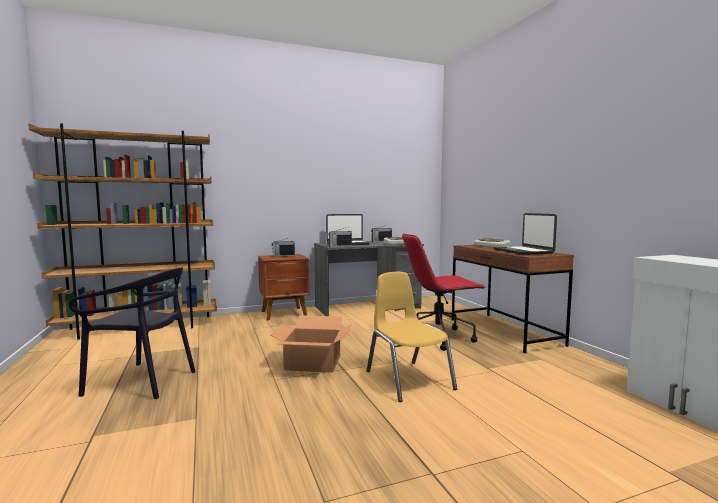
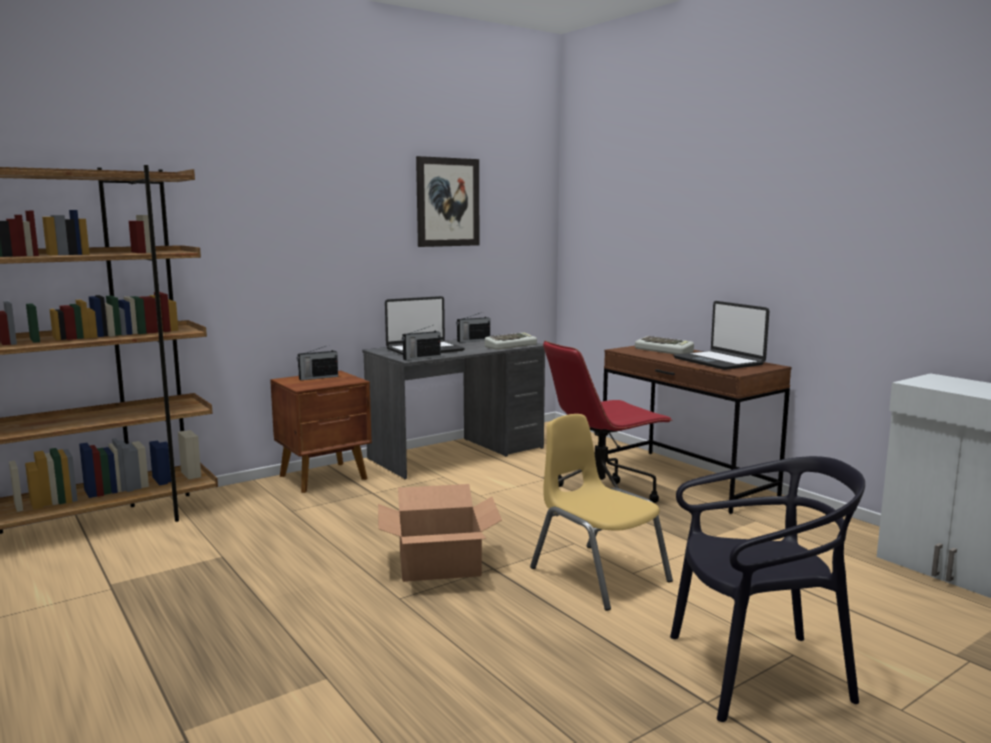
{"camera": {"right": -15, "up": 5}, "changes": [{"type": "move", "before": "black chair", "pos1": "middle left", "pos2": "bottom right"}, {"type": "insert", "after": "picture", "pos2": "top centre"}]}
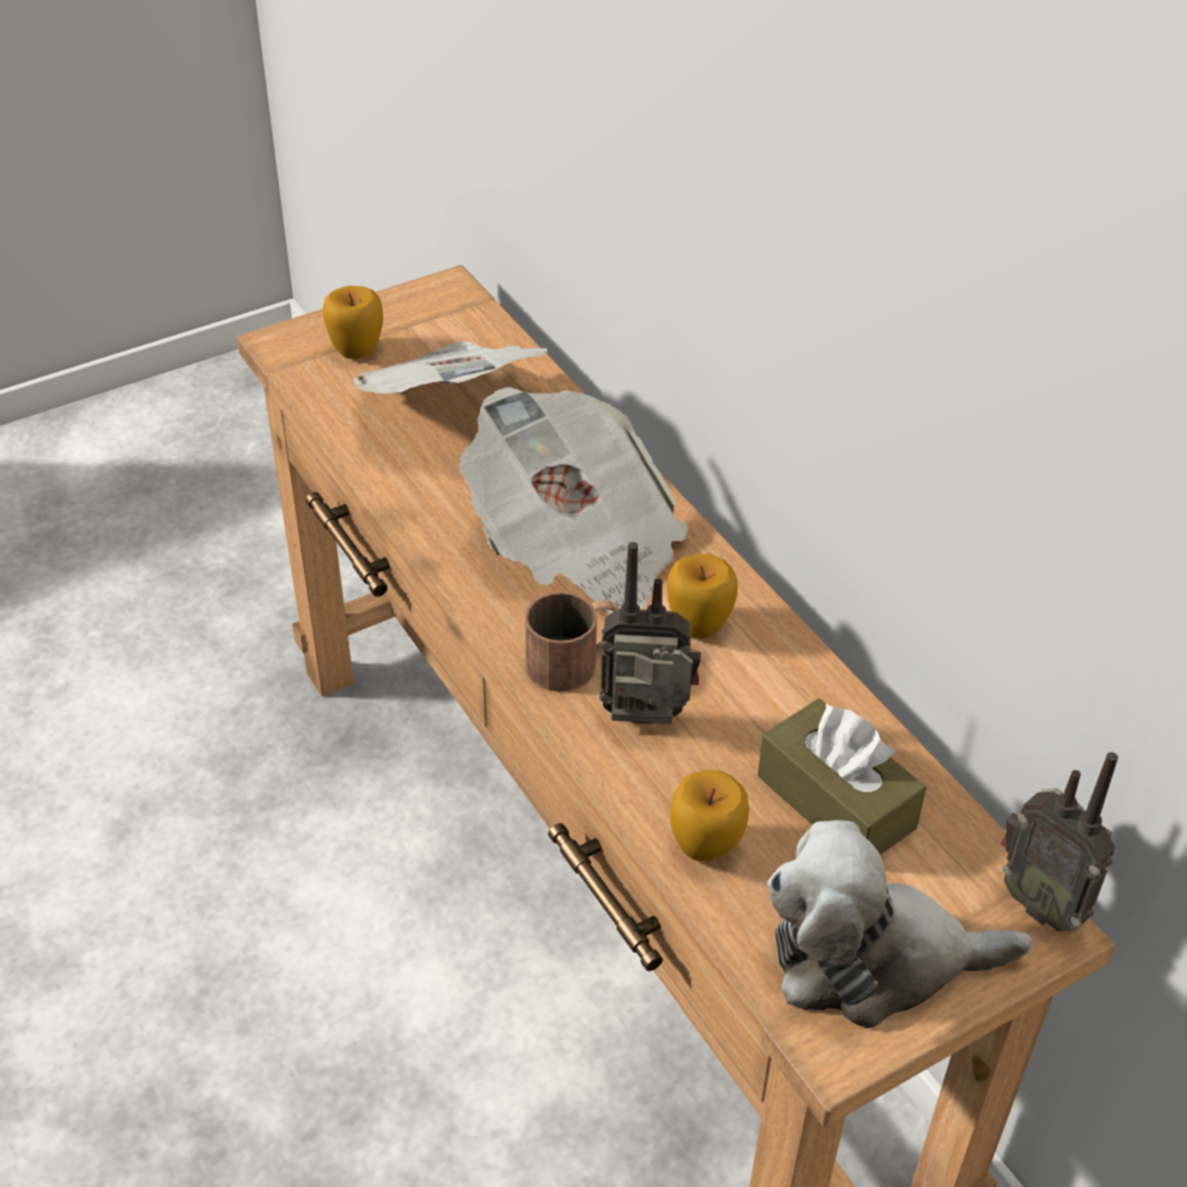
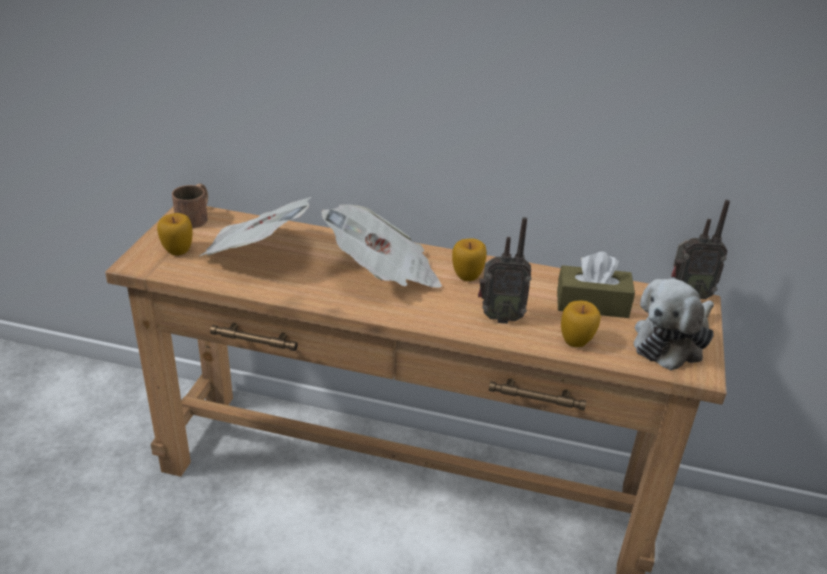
{"camera": {"right": -45, "up": -10}, "changes": [{"type": "move", "before": "brown mug", "pos1": "centre", "pos2": "middle left"}, {"type": "rotate", "before": "radio (1st from left)", "pos1": "centre", "pos2": "centre", "turn": -135}]}
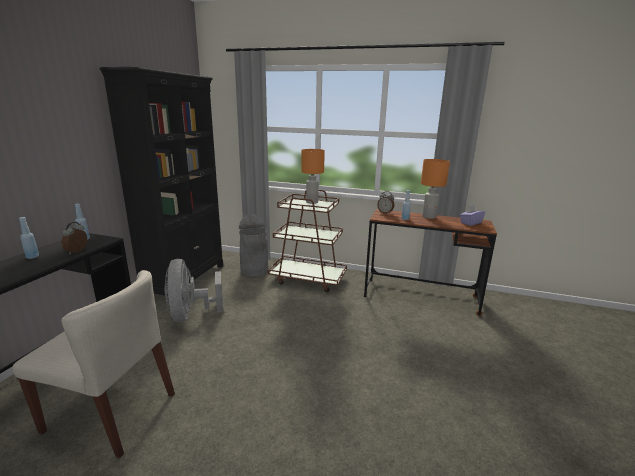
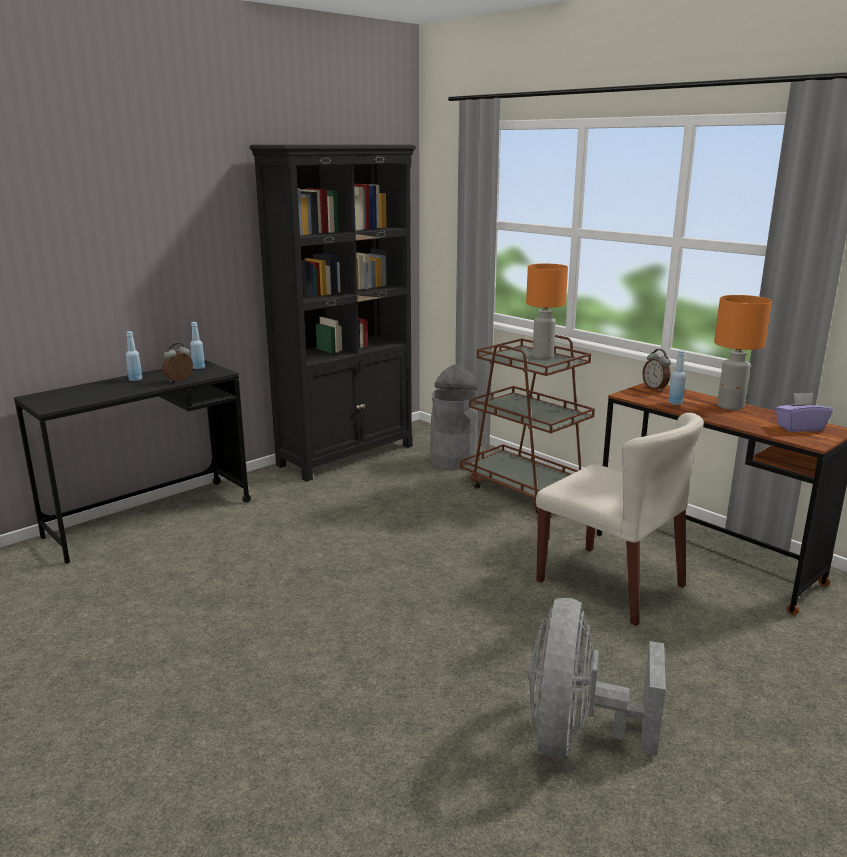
{"camera": {"right": 30, "up": 0}, "changes": [{"type": "move", "before": "beige chair", "pos1": "bottom left", "pos2": "middle right"}, {"type": "move", "before": "grey fan", "pos1": "middle left", "pos2": "bottom right"}]}
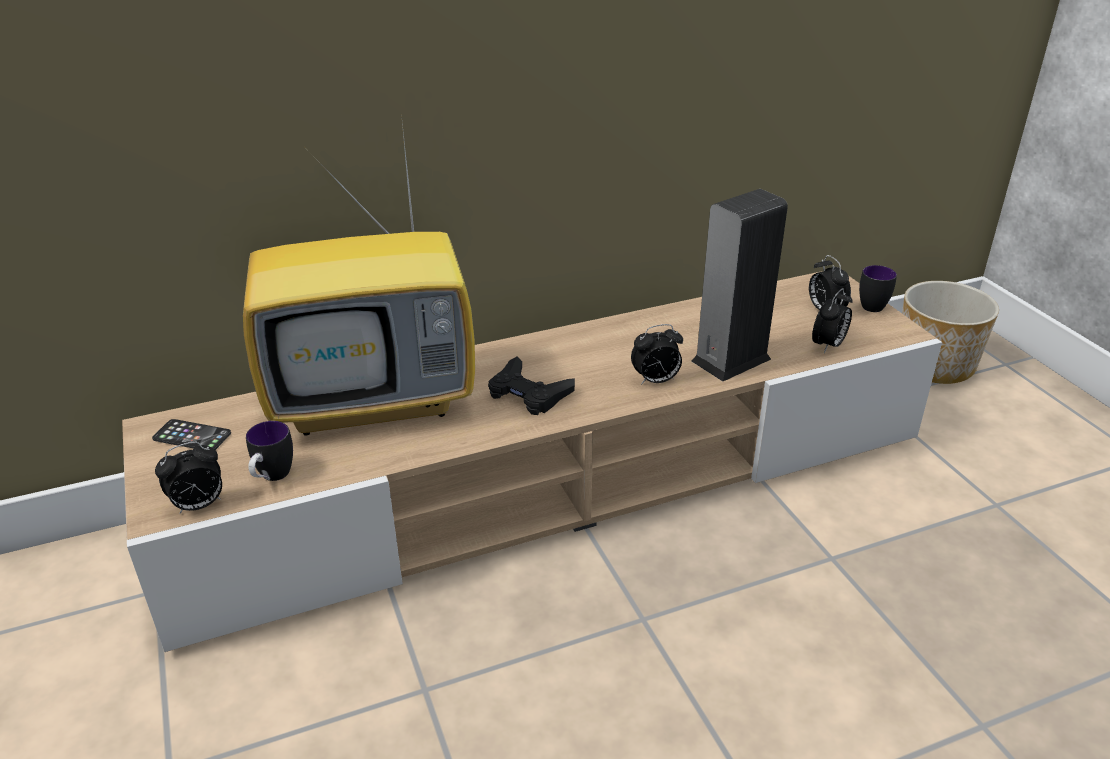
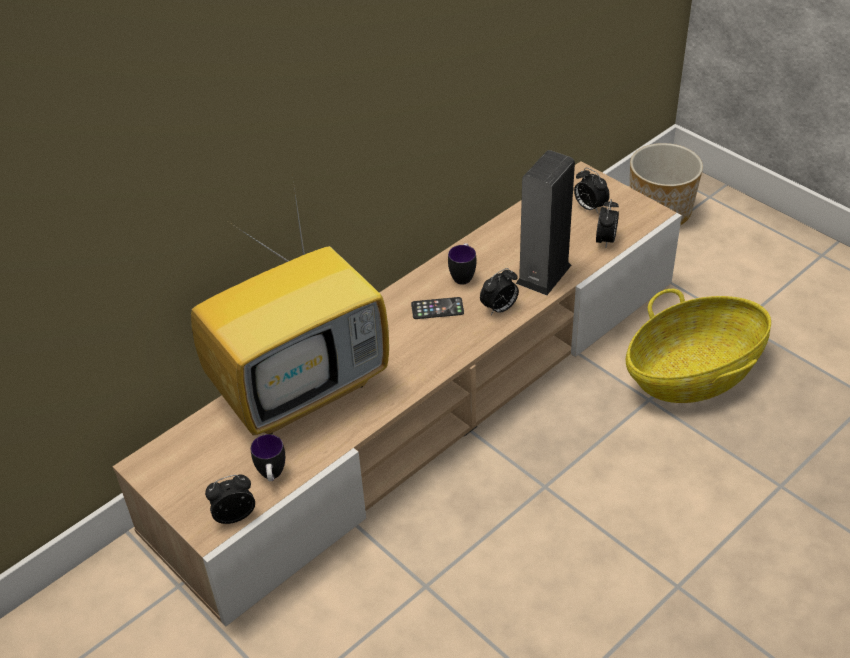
{"camera": {"right": -20, "up": 10}, "changes": [{"type": "move", "before": "phone", "pos1": "middle left", "pos2": "centre"}, {"type": "rotate", "before": "alarm clock (1st from left)", "pos1": "middle left", "pos2": "bottom left", "turn": -150}, {"type": "delete", "before": "black game controller", "pos1": "centre"}, {"type": "move", "before": "mug (2nd from left)", "pos1": "middle right", "pos2": "centre"}, {"type": "insert", "after": "basket", "pos2": "middle right"}]}
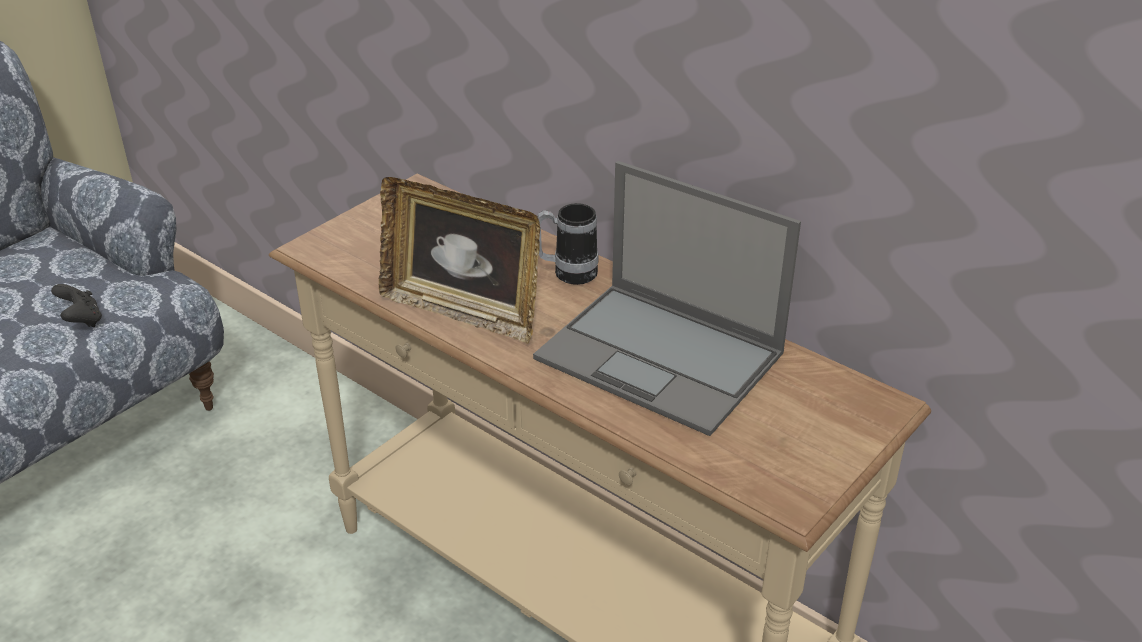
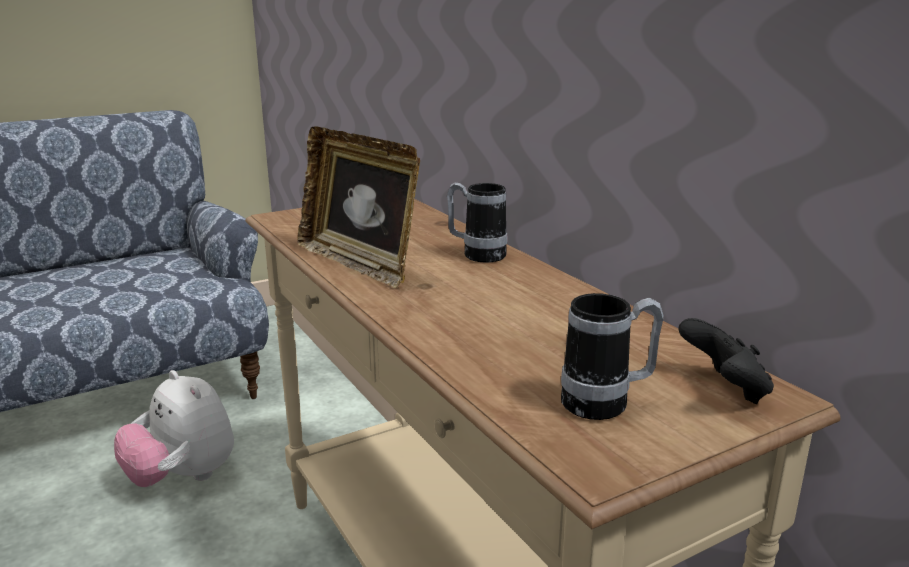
{"camera": {"right": 20, "up": -15}, "changes": [{"type": "move", "before": "black game controller", "pos1": "middle left", "pos2": "middle right"}, {"type": "delete", "before": "laptop", "pos1": "centre"}, {"type": "insert", "after": "plush toy", "pos2": "bottom left"}, {"type": "insert", "after": "mug (2nd from left)", "pos2": "middle right"}]}
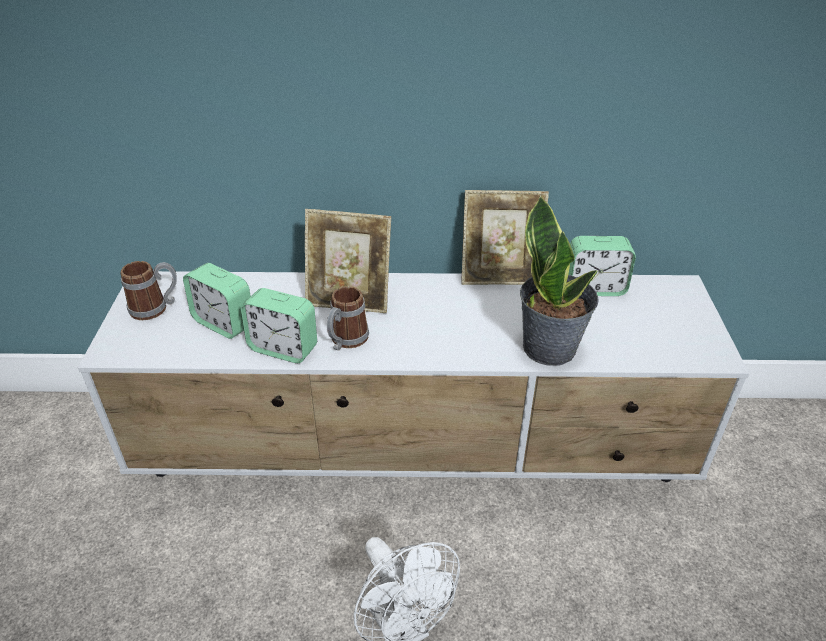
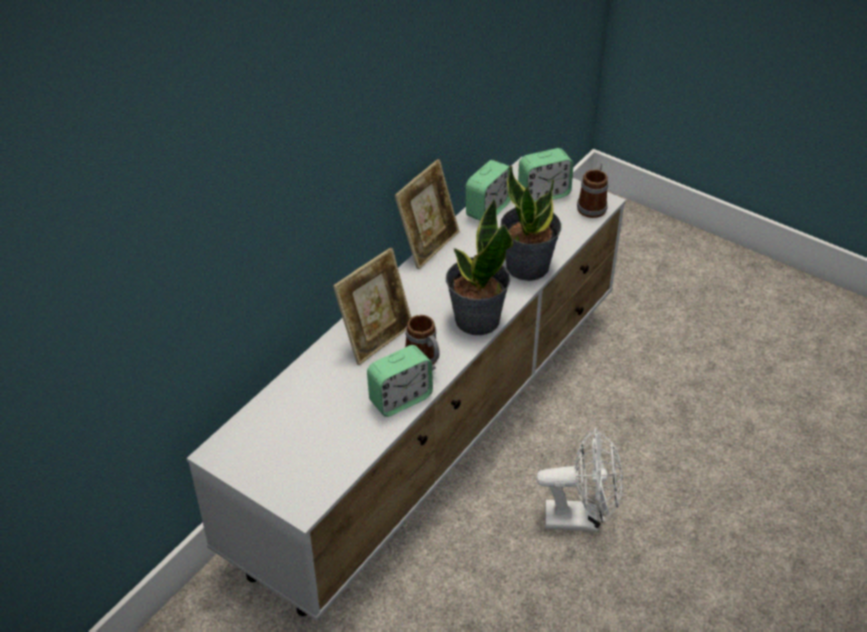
{"camera": {"right": -55, "up": 5}, "changes": [{"type": "move", "before": "mug (1st from left in the first image)", "after": "mug (2nd from left)", "pos1": "middle left", "pos2": "top right"}, {"type": "move", "before": "alarm clock (1st from left in the first image)", "after": "alarm clock (3rd from left)", "pos1": "middle left", "pos2": "top centre"}, {"type": "insert", "after": "potted plant (1st from left)", "pos2": "centre"}]}
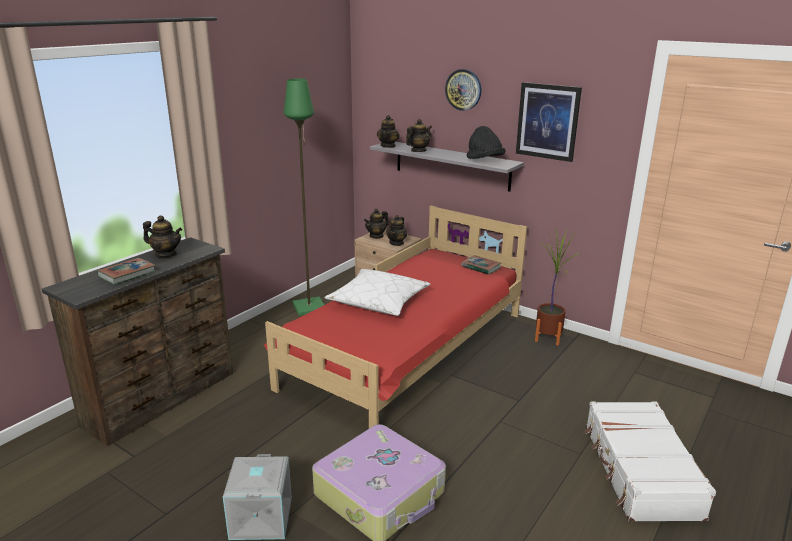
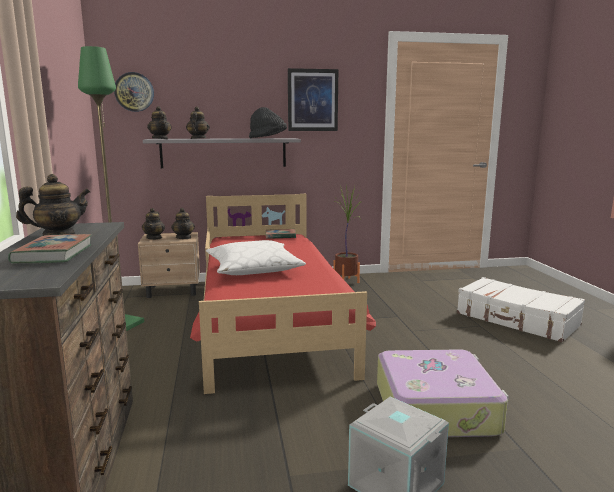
{"camera": {"right": -45, "up": -10}, "changes": [{"type": "move", "before": "wall clock", "pos1": "top centre", "pos2": "top left"}]}
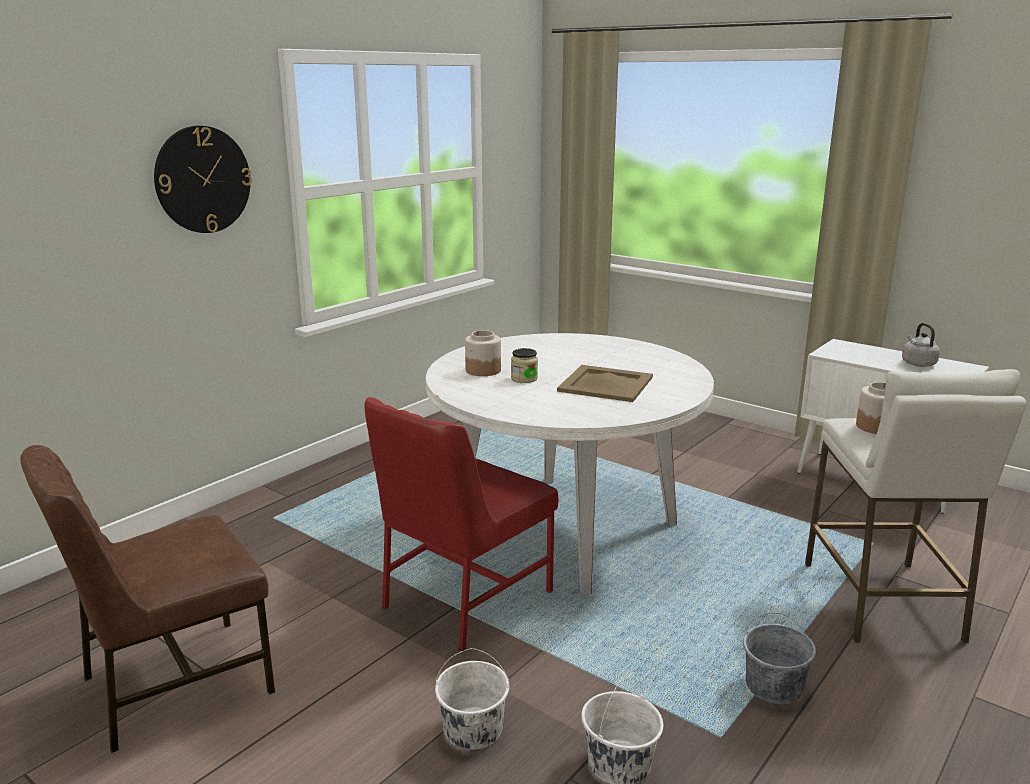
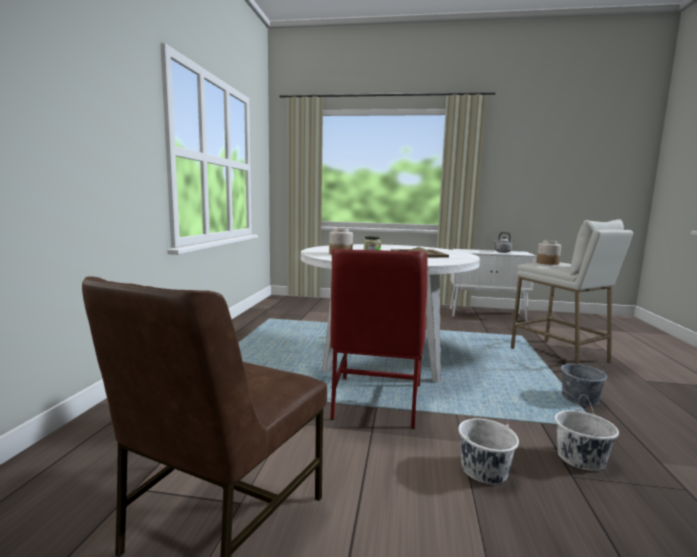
{"camera": {"right": -30, "up": -10}, "changes": [{"type": "delete", "before": "wall clock", "pos1": "top left"}]}
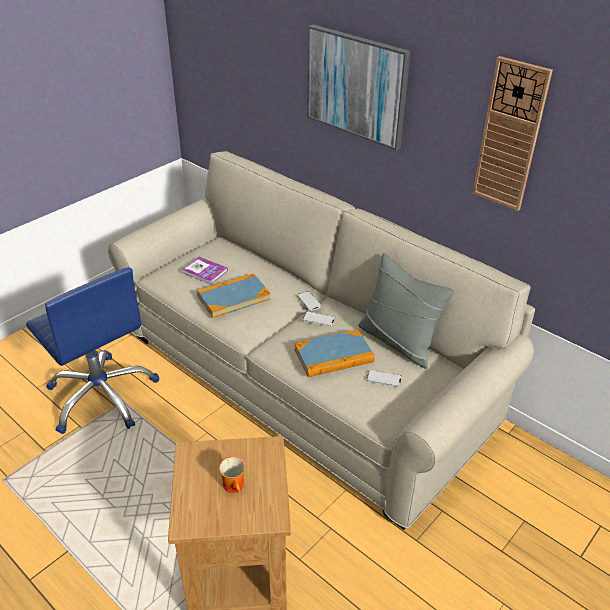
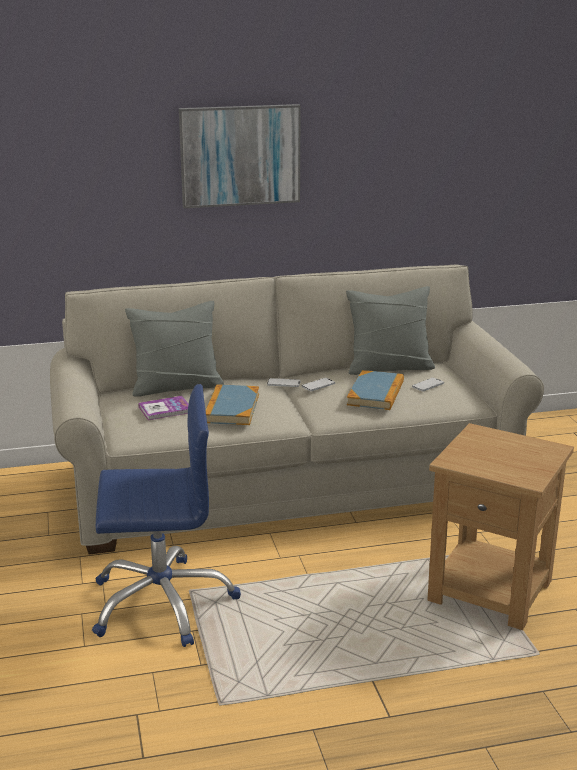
{"camera": {"right": -55, "up": -15}, "changes": [{"type": "delete", "before": "mug", "pos1": "bottom centre"}, {"type": "delete", "before": "wall clock", "pos1": "top right"}, {"type": "insert", "after": "grey pillow (1st from left)", "pos2": "middle left"}]}
